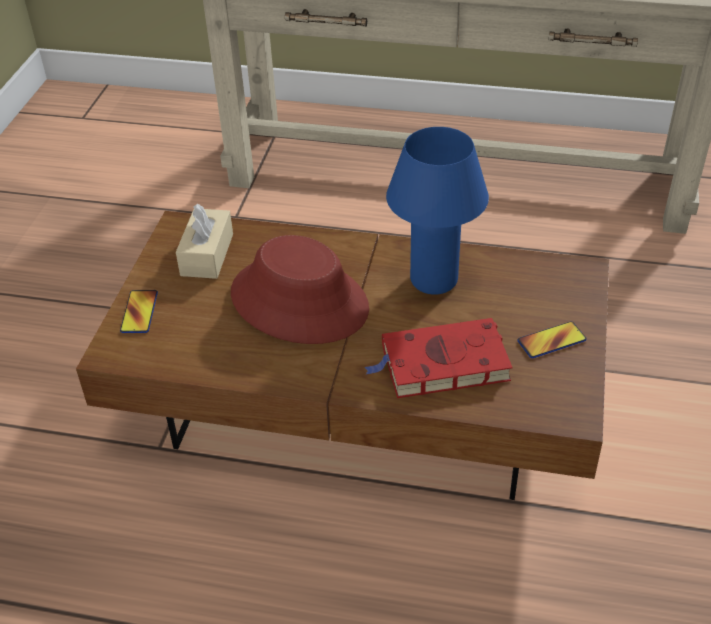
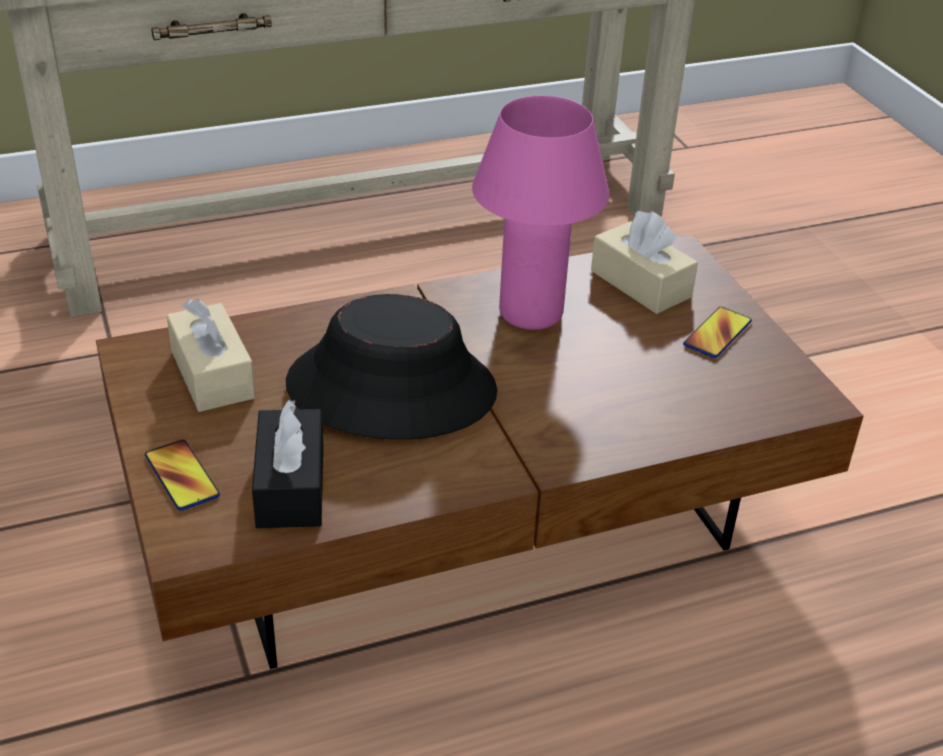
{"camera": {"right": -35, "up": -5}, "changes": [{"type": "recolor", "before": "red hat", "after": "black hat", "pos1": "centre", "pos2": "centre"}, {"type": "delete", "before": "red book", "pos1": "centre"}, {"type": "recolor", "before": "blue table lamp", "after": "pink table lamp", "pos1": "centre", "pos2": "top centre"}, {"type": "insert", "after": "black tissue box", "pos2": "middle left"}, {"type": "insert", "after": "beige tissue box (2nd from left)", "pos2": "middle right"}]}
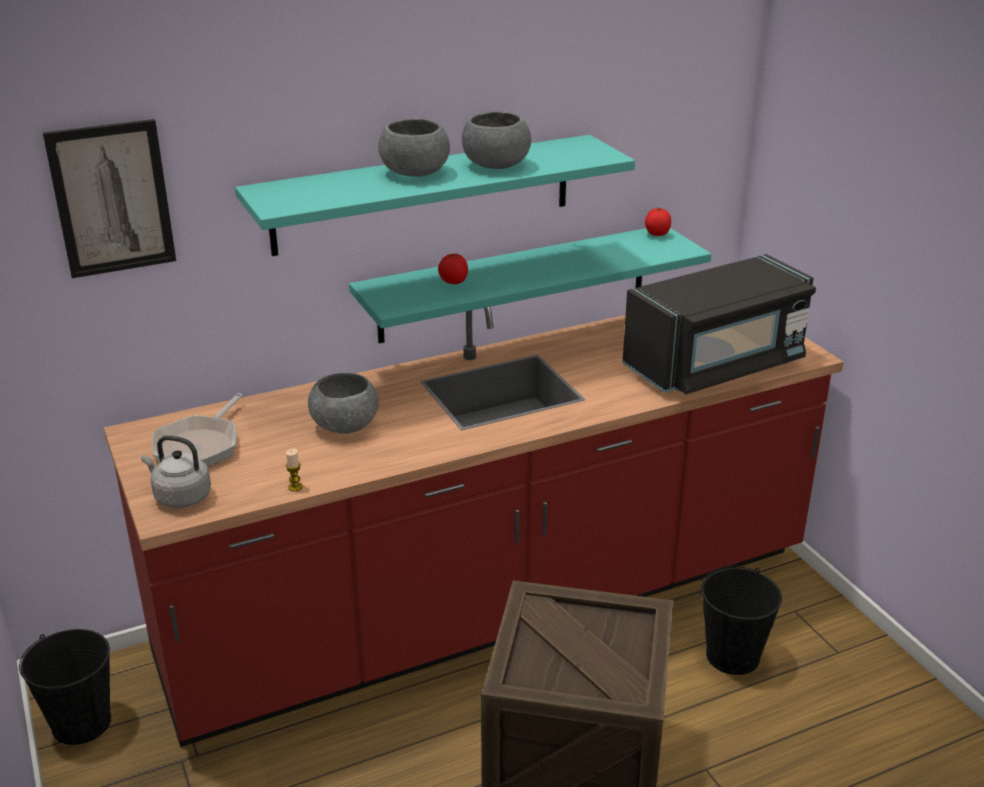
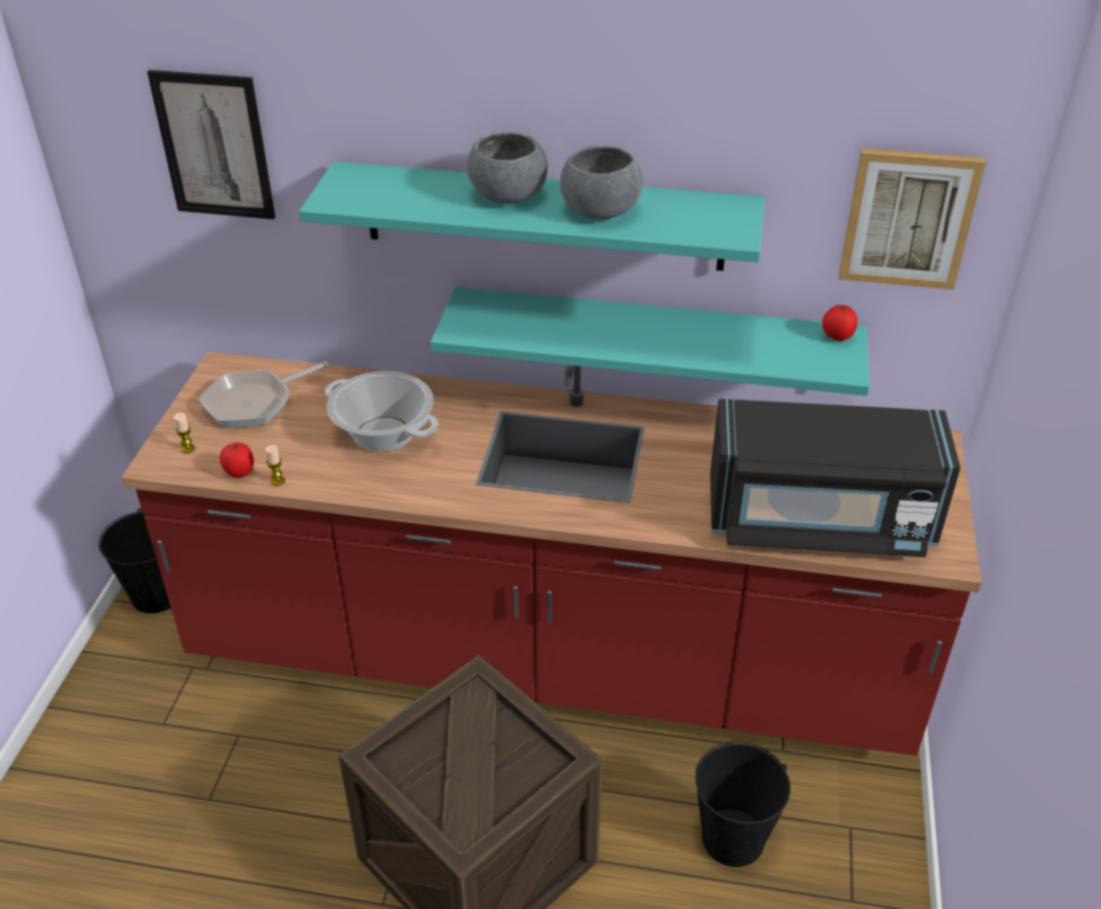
{"camera": {"right": 35, "up": 10}, "changes": [{"type": "replace", "before": "grey kettle", "after": "candle (1st from left)", "pos1": "middle left", "pos2": "middle left"}, {"type": "replace", "before": "grey bowl (1st from left)", "after": "cooking pot", "pos1": "centre", "pos2": "centre"}, {"type": "move", "before": "tomato (1st from left)", "pos1": "centre", "pos2": "middle left"}, {"type": "insert", "after": "picture (2nd from left)", "pos2": "top right"}]}
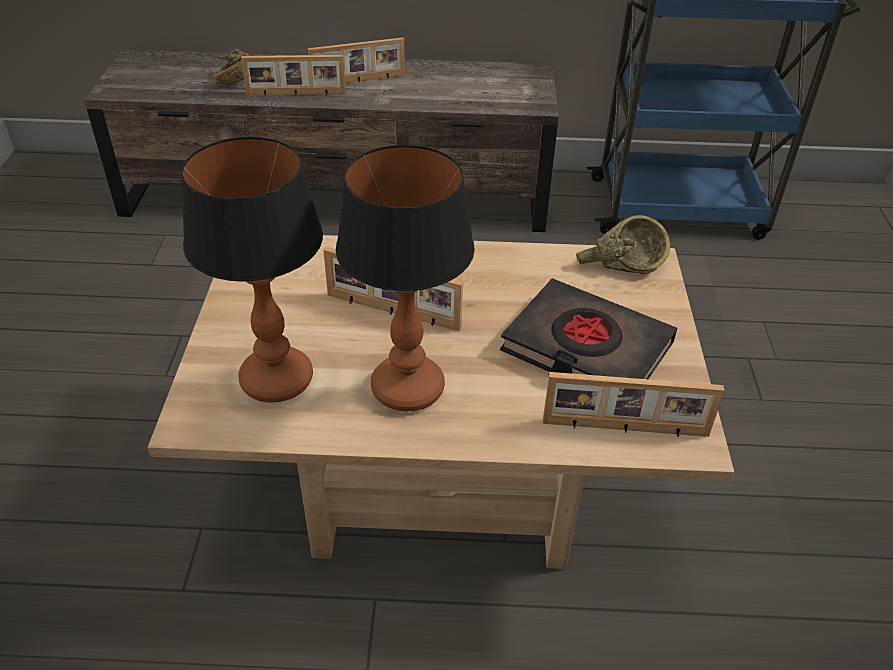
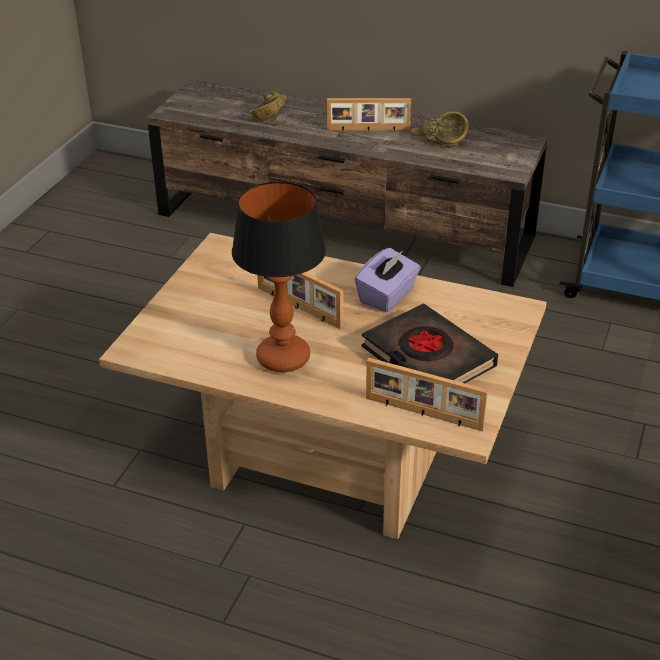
{"camera": {"right": 20, "up": -5}, "changes": [{"type": "delete", "before": "table lamp (1st from left)", "pos1": "middle left"}, {"type": "delete", "before": "picture frame (1st from left)", "pos1": "top left"}, {"type": "move", "before": "brown bowl (2nd from left)", "pos1": "middle right", "pos2": "top right"}, {"type": "insert", "after": "purple tissue box", "pos2": "centre"}]}
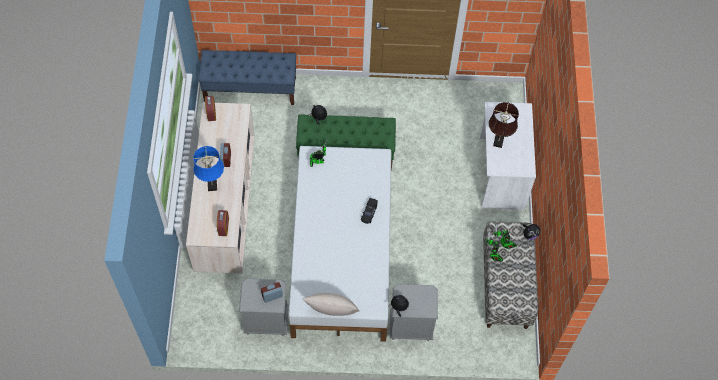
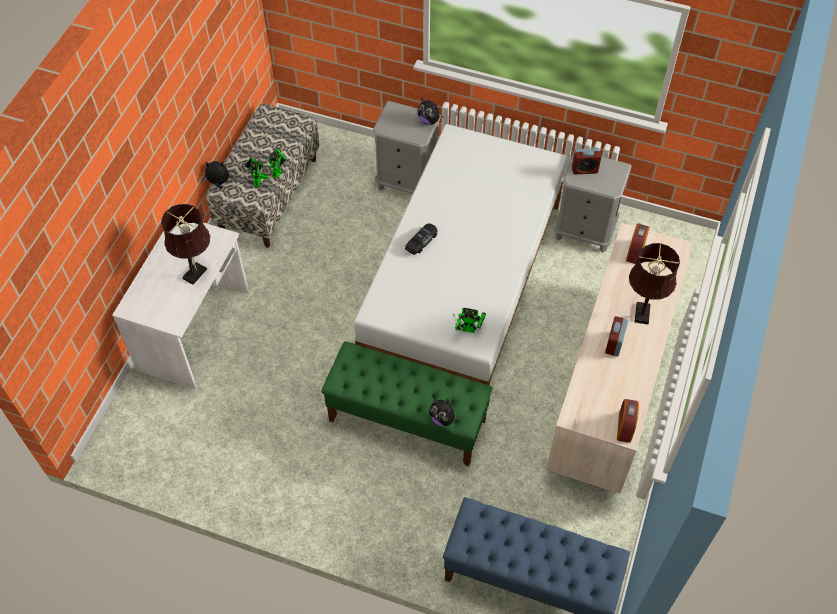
{"camera": {"right": -160, "up": -5}, "changes": [{"type": "recolor", "before": "blue table lamp", "after": "brown table lamp (2nd from left)", "pos1": "middle left", "pos2": "middle right"}, {"type": "delete", "before": "beige pillow", "pos1": "bottom centre"}]}
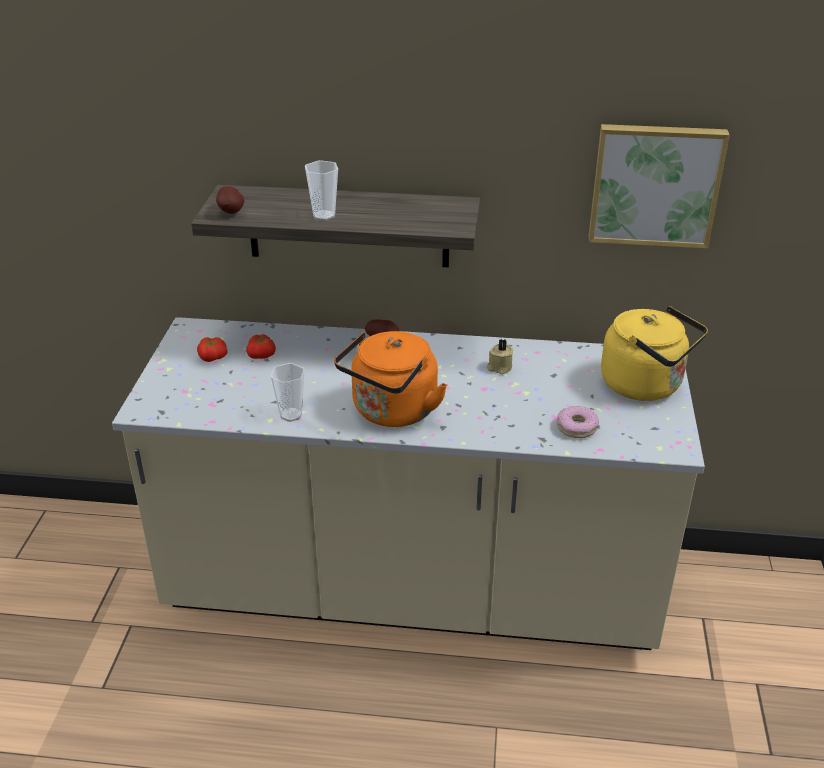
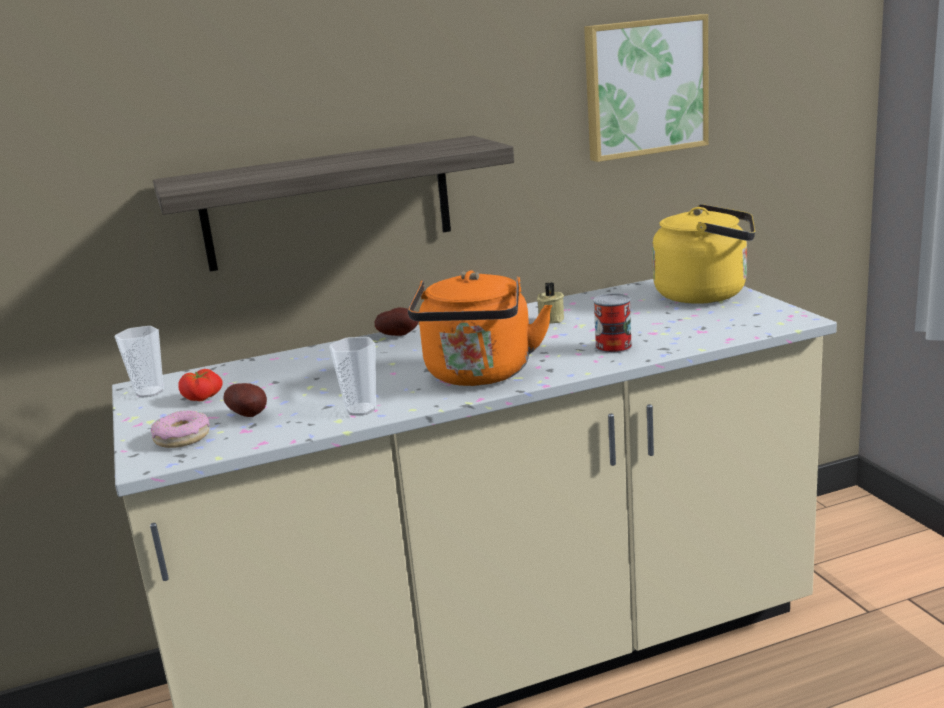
{"camera": {"right": -25, "up": -15}, "changes": [{"type": "move", "before": "potato (1st from left)", "pos1": "top left", "pos2": "middle left"}, {"type": "delete", "before": "tomato (2nd from left)", "pos1": "middle left"}, {"type": "move", "before": "cup (2nd from left in the first image)", "after": "cup (1st from left)", "pos1": "top centre", "pos2": "middle left"}, {"type": "move", "before": "donut", "pos1": "middle right", "pos2": "middle left"}, {"type": "insert", "after": "can", "pos2": "centre"}]}
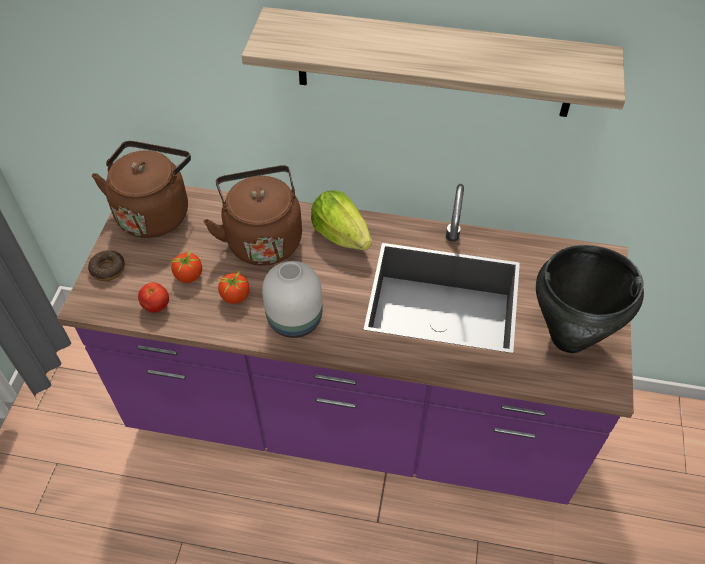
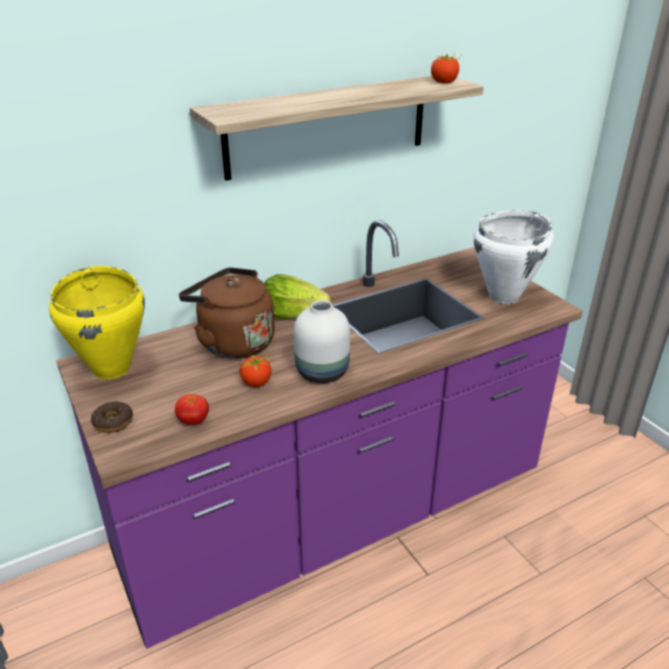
{"camera": {"right": -40, "up": -20}, "changes": [{"type": "replace", "before": "brown kettle (1st from left)", "after": "yellow cooking pot", "pos1": "middle left", "pos2": "middle left"}, {"type": "move", "before": "tomato (2nd from left in the first image)", "after": "tomato (3rd from left)", "pos1": "middle left", "pos2": "top right"}, {"type": "recolor", "before": "black cooking pot", "after": "white cooking pot", "pos1": "middle right", "pos2": "middle right"}]}
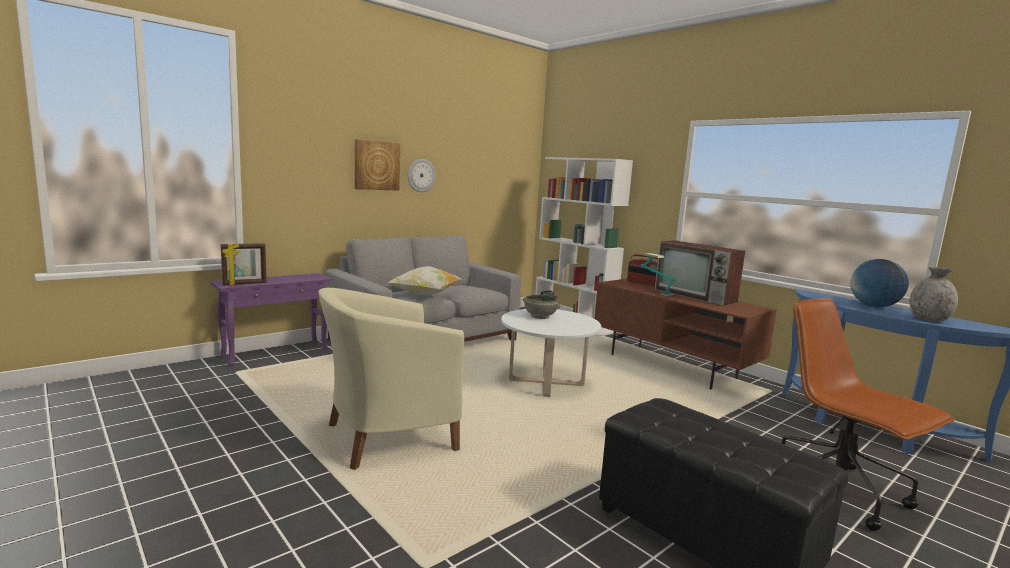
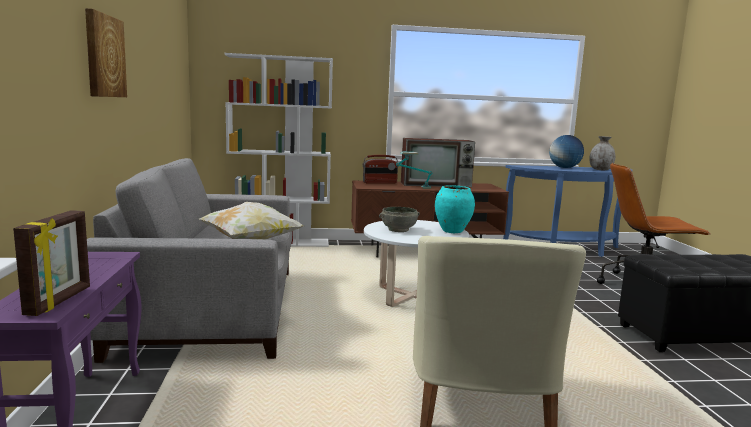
{"camera": {"right": -55, "up": 0}, "changes": [{"type": "delete", "before": "wall clock", "pos1": "top centre"}, {"type": "insert", "after": "turquoise vase", "pos2": "centre"}]}
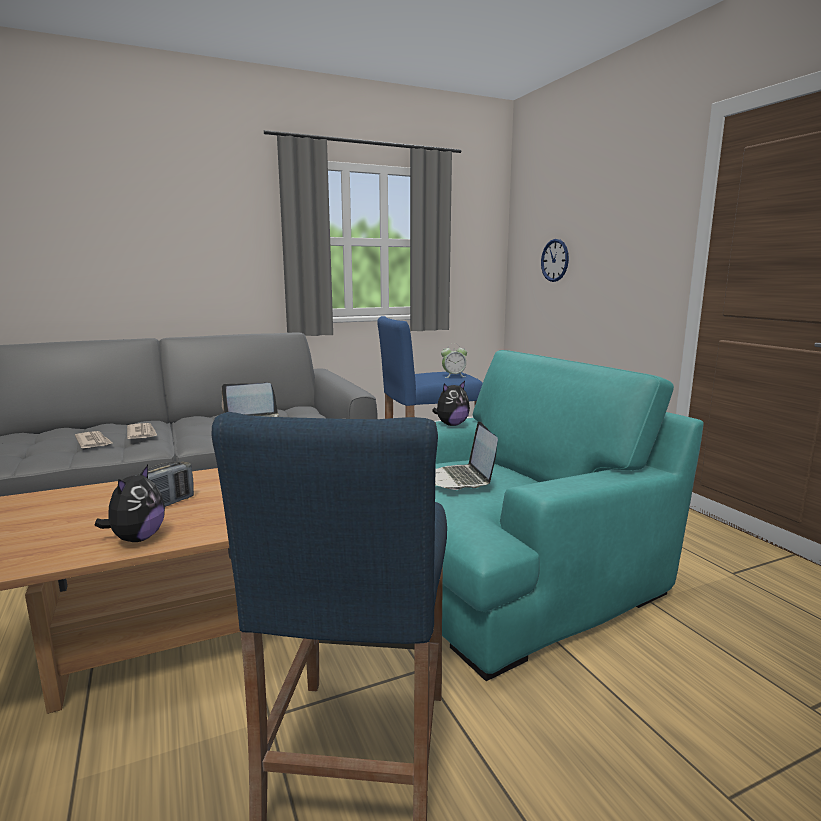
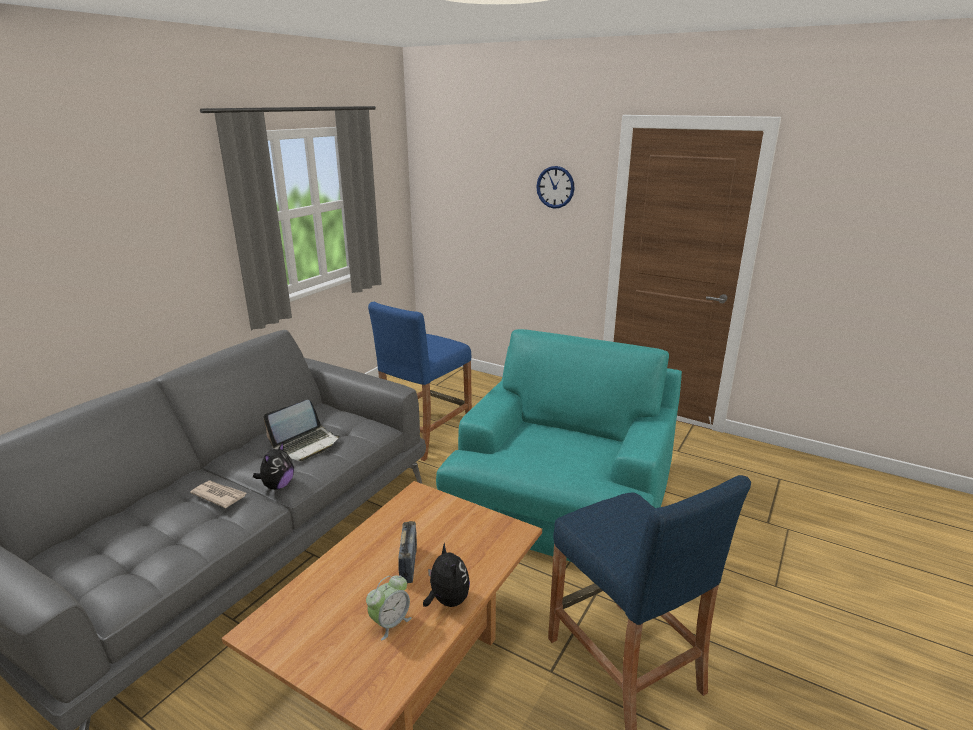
{"camera": {"right": -35, "up": 10}, "changes": [{"type": "delete", "before": "newspaper (1st from left)", "pos1": "middle left"}, {"type": "move", "before": "plush toy (2nd from left in the first image)", "after": "plush toy (1st from left)", "pos1": "centre", "pos2": "middle left"}, {"type": "delete", "before": "laptop (2nd from left)", "pos1": "centre"}, {"type": "move", "before": "alarm clock", "pos1": "centre", "pos2": "bottom centre"}, {"type": "move", "before": "wall clock", "pos1": "top right", "pos2": "top centre"}]}
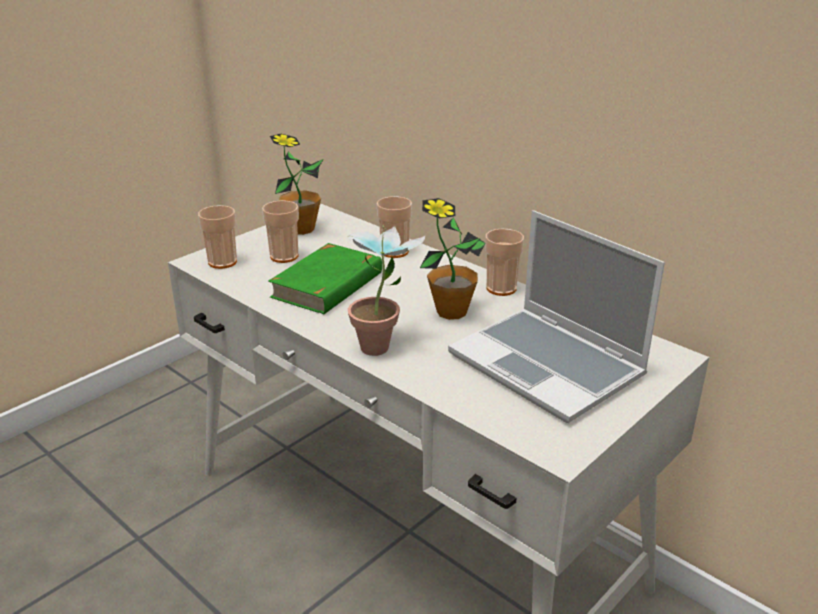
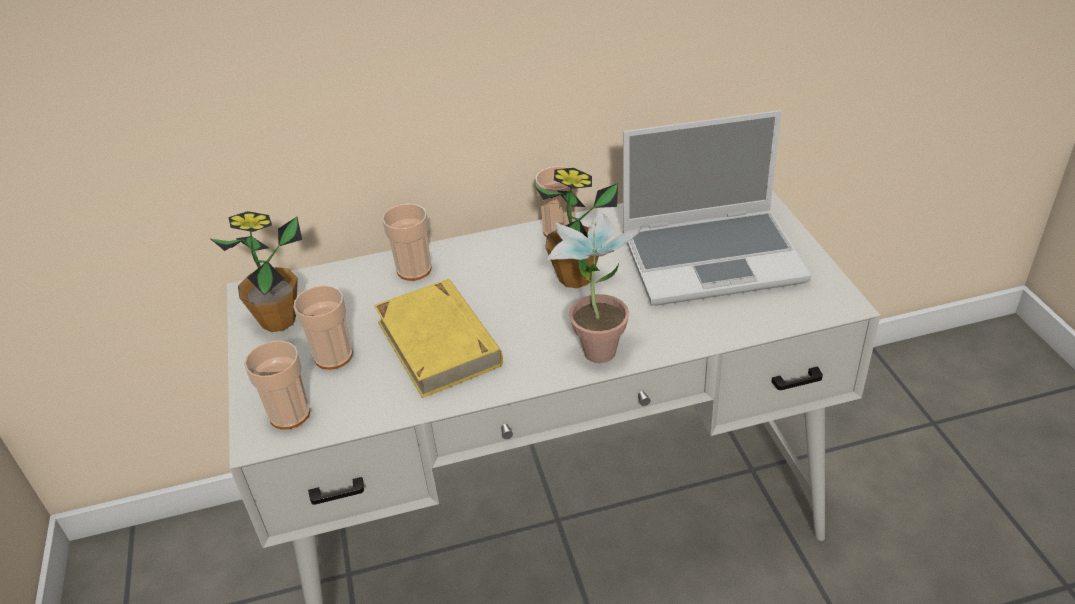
{"camera": {"right": -55, "up": 10}, "changes": [{"type": "recolor", "before": "green book", "after": "yellow book", "pos1": "centre", "pos2": "centre"}]}
